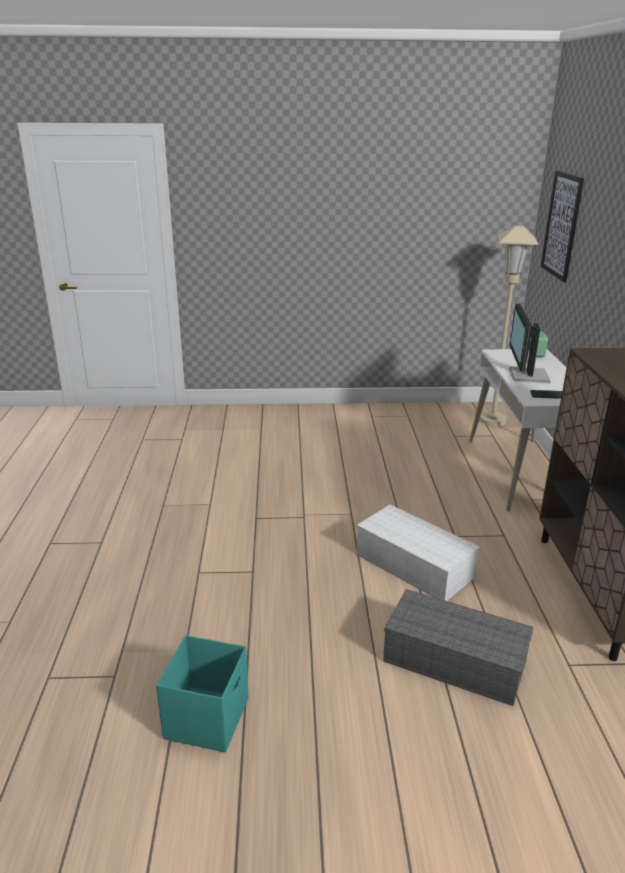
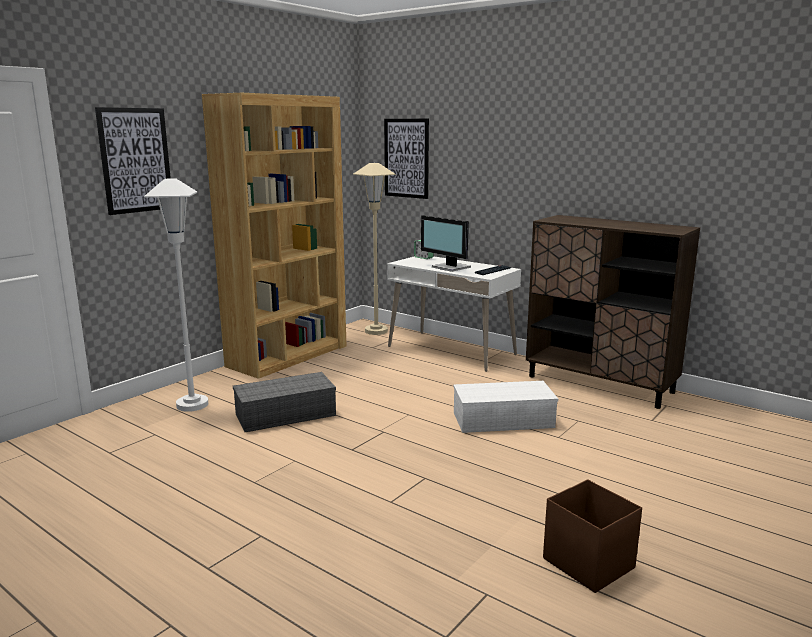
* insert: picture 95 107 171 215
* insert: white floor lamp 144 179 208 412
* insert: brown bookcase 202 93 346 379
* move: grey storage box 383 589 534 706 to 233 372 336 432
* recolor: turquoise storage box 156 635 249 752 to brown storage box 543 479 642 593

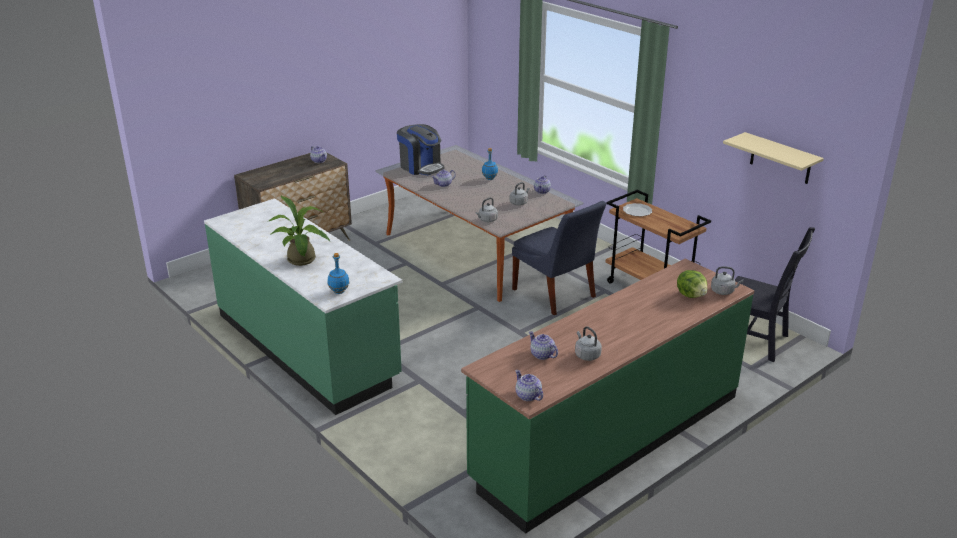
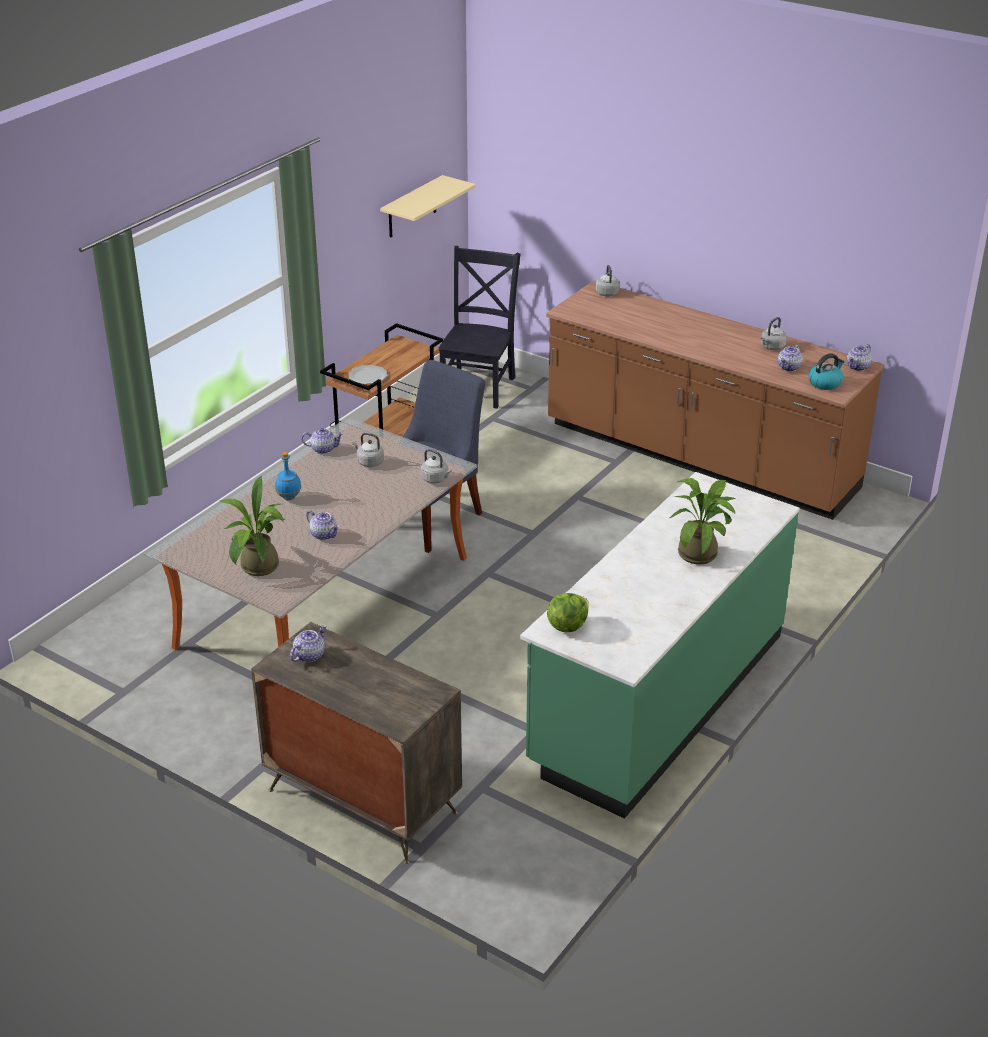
* delete: blue bottle 328 253 349 294
* insert: kettle 808 353 845 390
* move: lettuce 677 270 707 298 to 547 593 589 632
* replace: coffee machine 397 124 445 175 to potted plant 220 476 285 576
* recolor: green counter 461 259 755 534 to brown counter 546 280 884 520

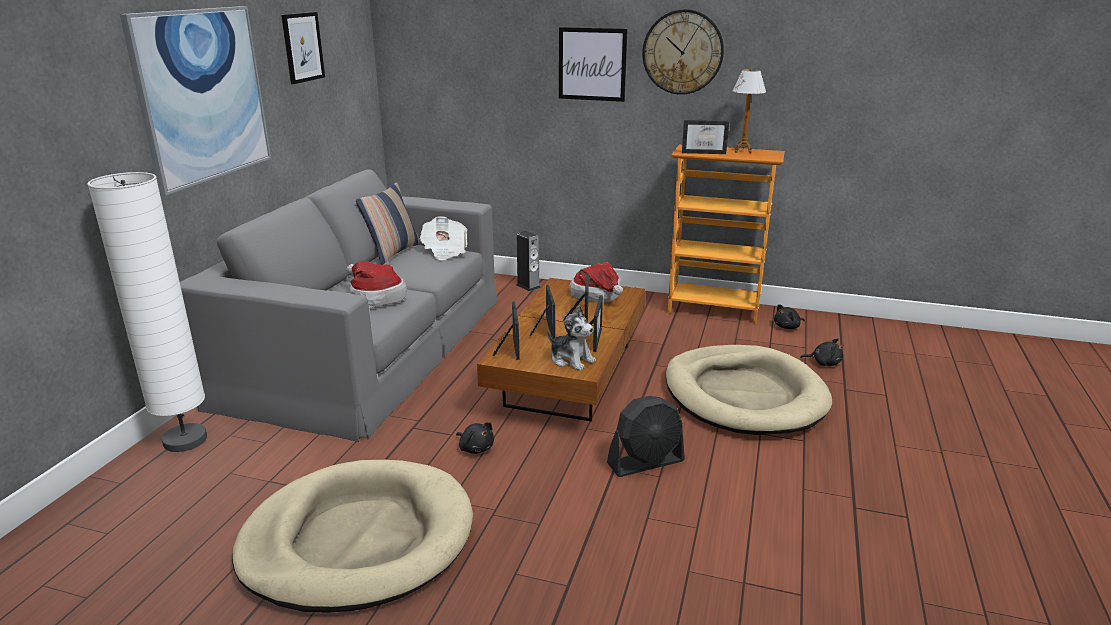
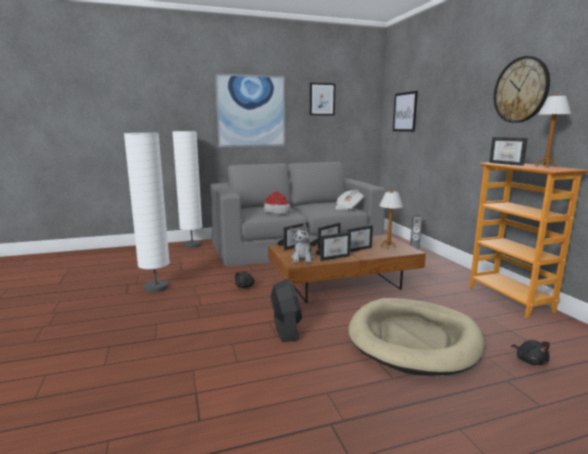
* delete: pillow 356 182 421 265
* delete: black plush toy 774 304 805 329
* move: picture 559 27 627 102 to 393 91 418 132
* replace: beige dog bed 232 460 473 613 to white floor lamp 124 133 170 293
* replace: hat 570 262 623 302 to table lamp 379 190 403 249
* rotate: black fan 607 396 685 477 = 270 279 302 342 135 degrees counterclockwise

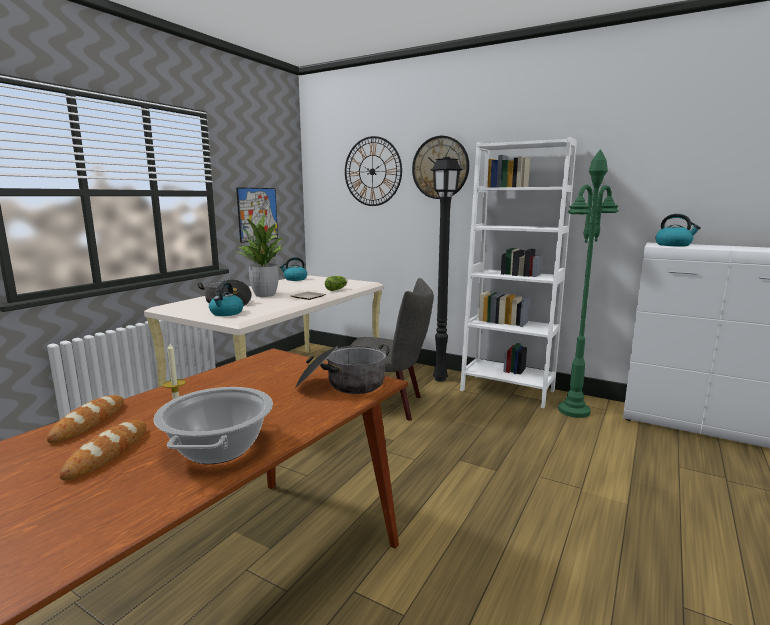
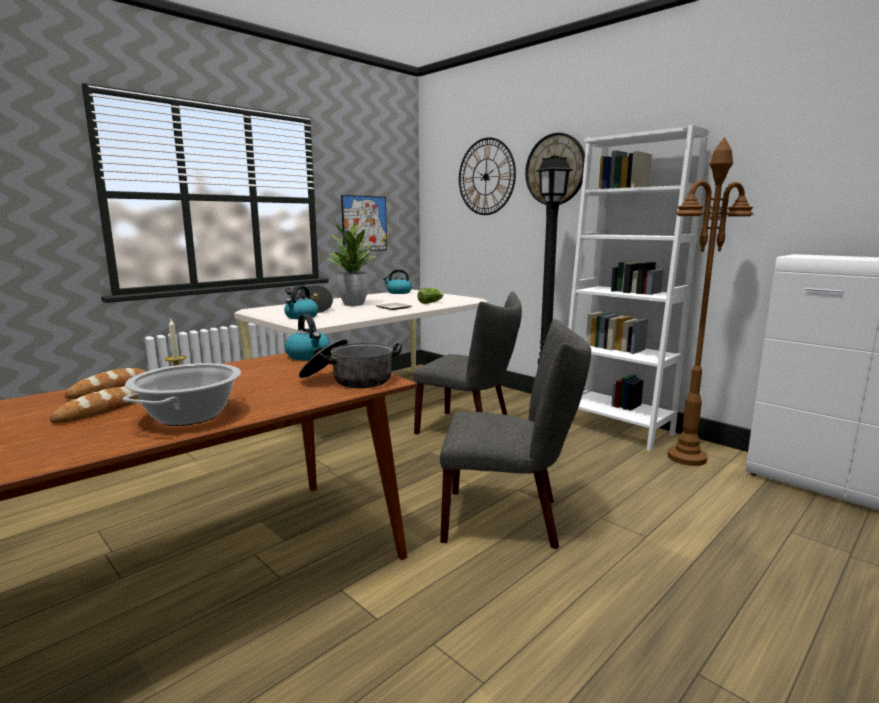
* insert: grey chair 440 319 591 549
* move: kettle 655 214 701 247 to 285 314 331 360
* recolor: green floor lamp 558 149 619 418 to brown floor lamp 667 137 754 466

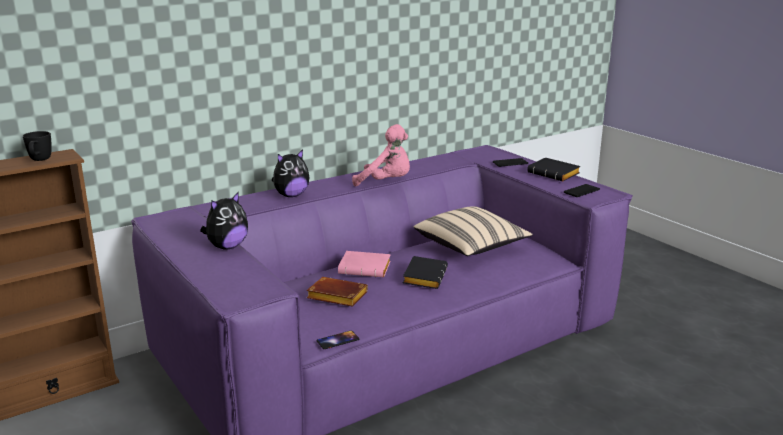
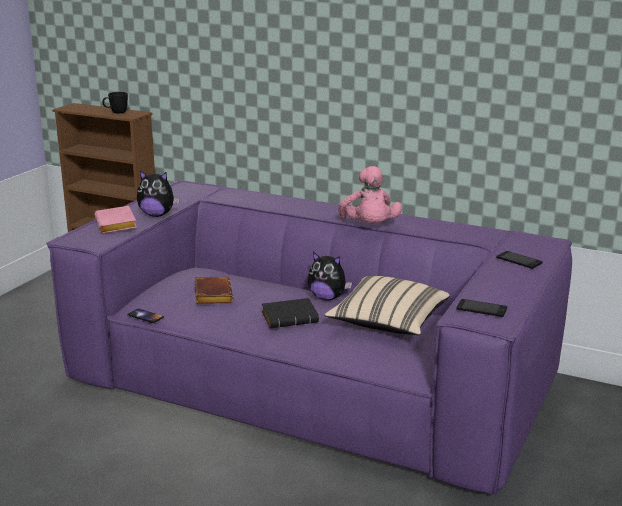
* delete: black book 527 158 580 182
* move: plush toy 272 149 310 197 to 308 252 352 300
* move: pink book 338 251 391 277 to 95 206 137 233

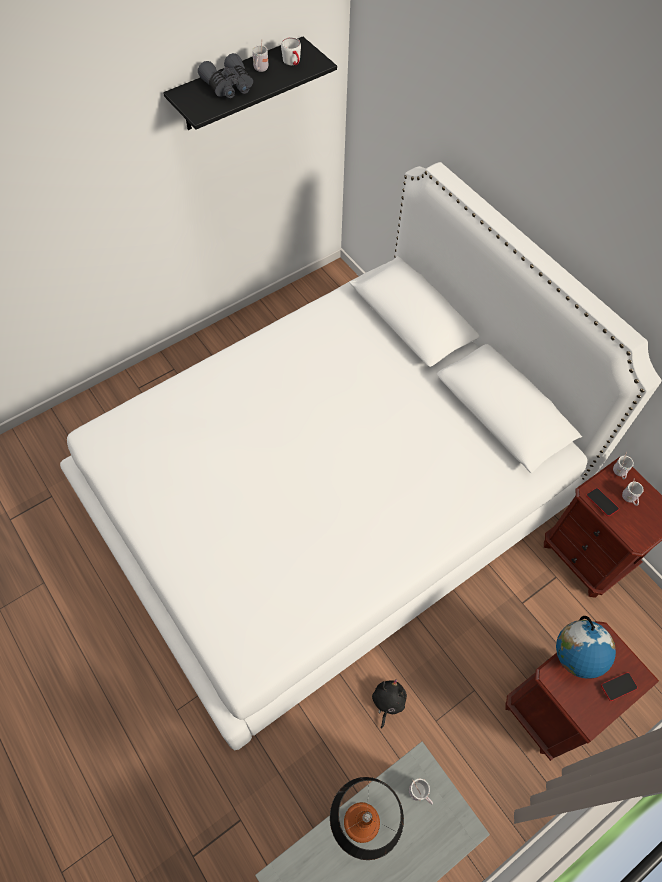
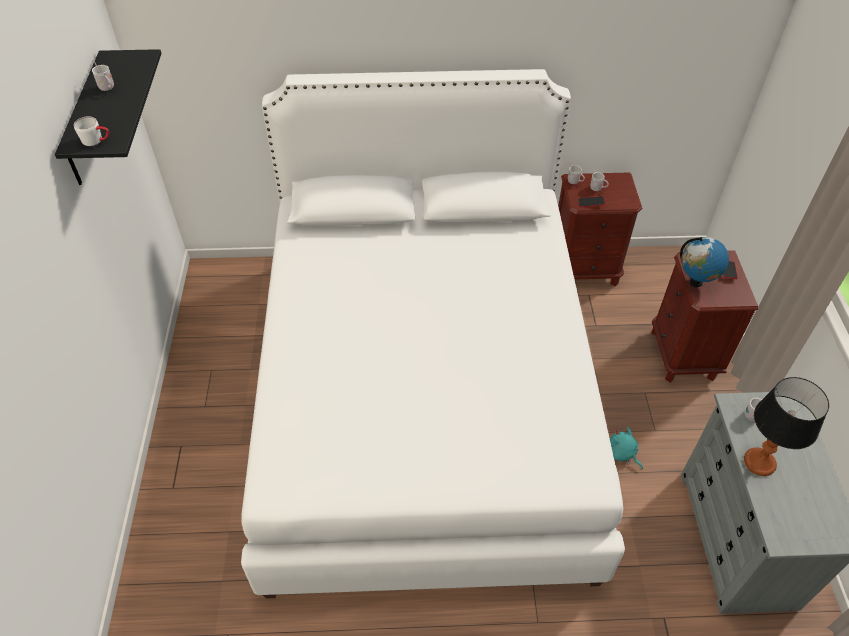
* delete: grey binoculars 198 53 253 98
* move: white mug 281 37 301 65 to 74 116 109 146
* recolor: black plush toy 372 679 407 729 to turquoise plush toy 610 427 643 469

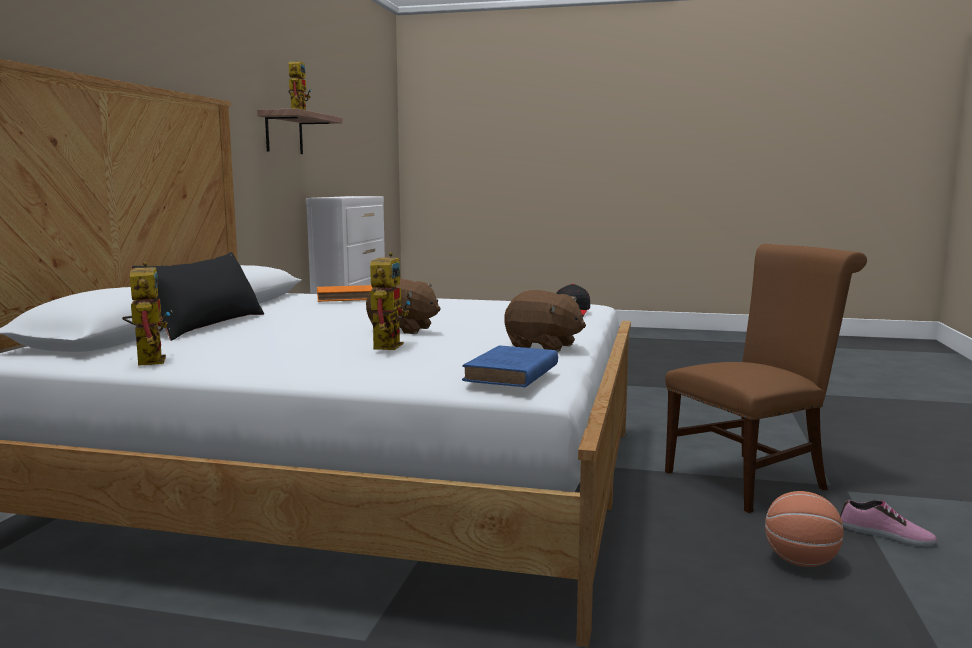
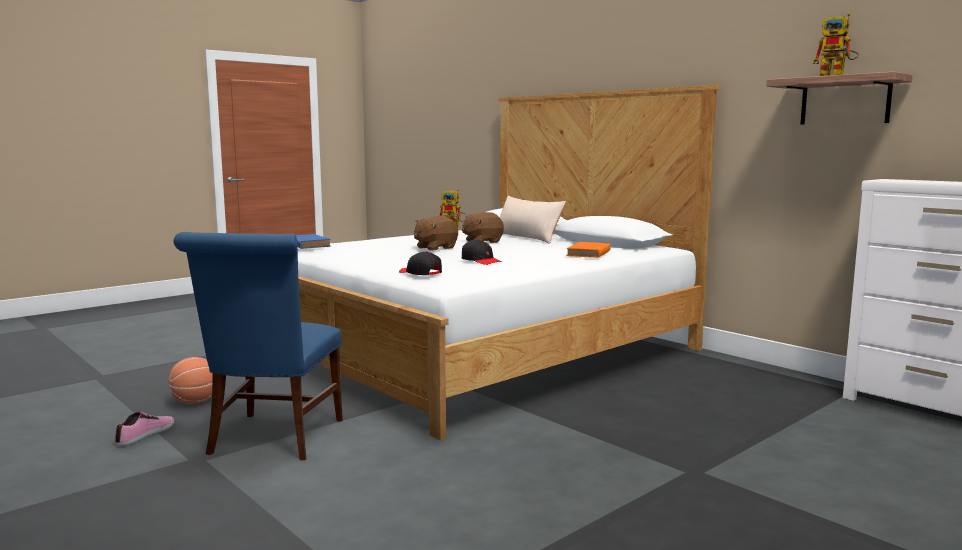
* delete: toy robot 370 252 410 350
* insert: black cap 462 239 502 265
* move: brown plush toy 504 290 586 352 to 462 212 504 243
* recolor: black pillow 132 252 264 341 to beige pillow 500 196 566 244
* recolor: brown chair 665 244 867 513 to blue chair 174 232 343 460
* rotate: shoe 840 500 937 546 = 115 411 174 446 135 degrees clockwise

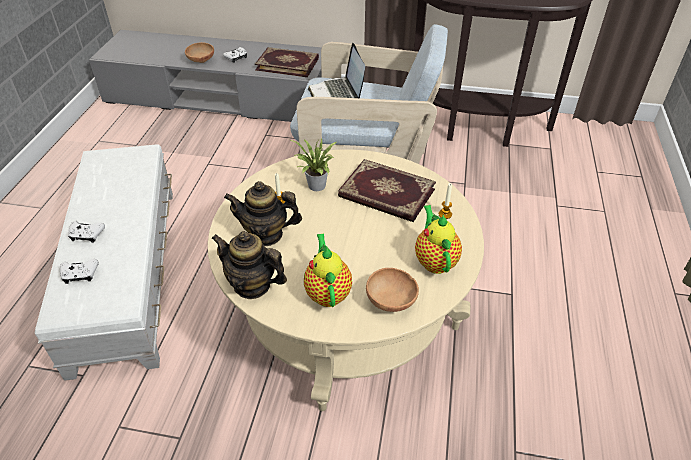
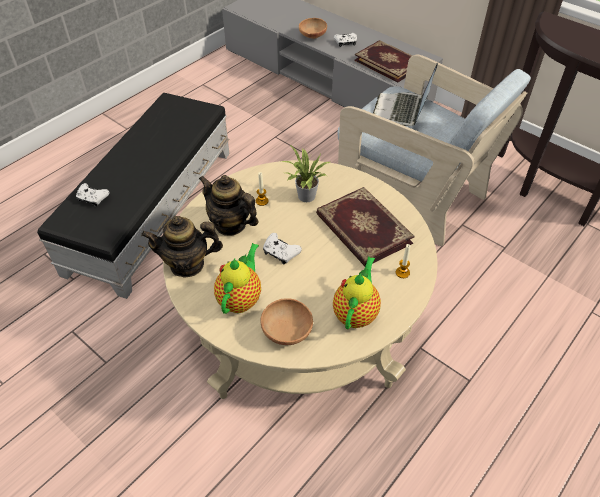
* move: white game controller 68 221 105 243 to 263 233 302 264
* recolor: white ottoman 35 144 173 381 to black ottoman 37 93 230 299
* rotate: teapot 211 231 287 299 = 141 216 223 278 60 degrees counterclockwise

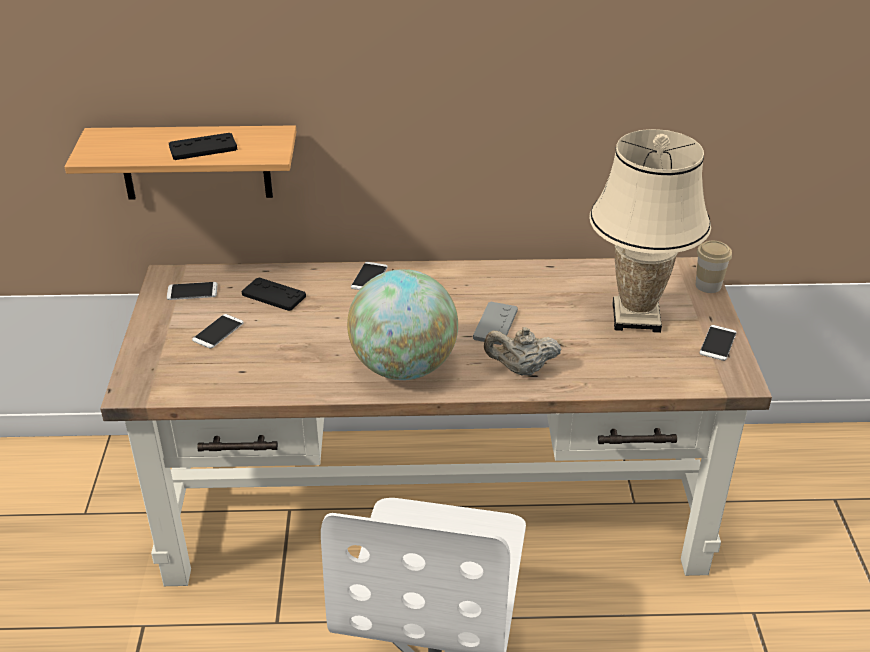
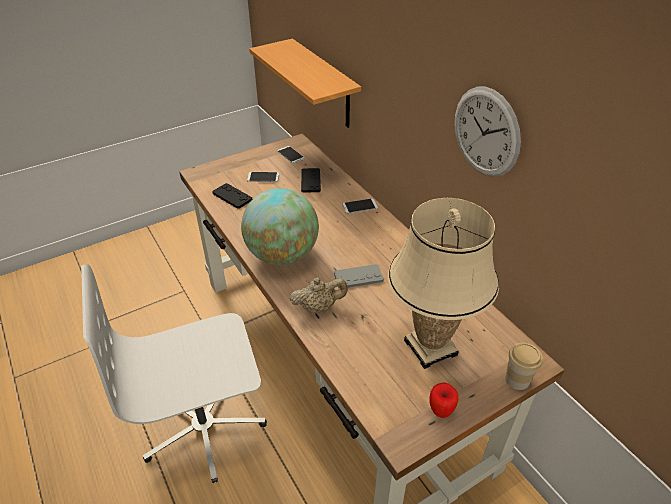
* insert: wall clock 454 87 521 177
* move: black game controller 169 133 237 160 to 212 183 252 209
* replace: phone 700 325 737 361 to apple 429 382 459 418
* rotate: beige teapot 484 327 561 376 = 290 277 348 313 105 degrees clockwise

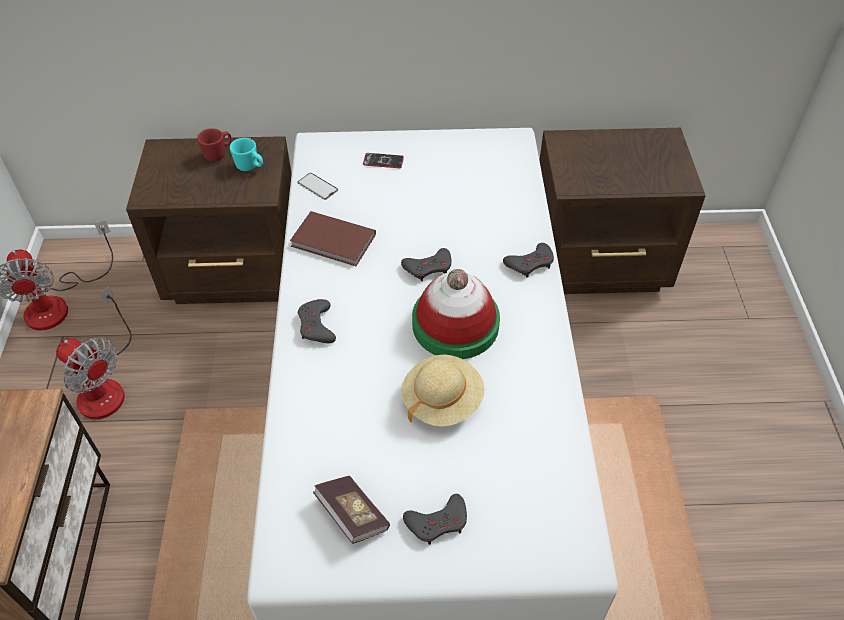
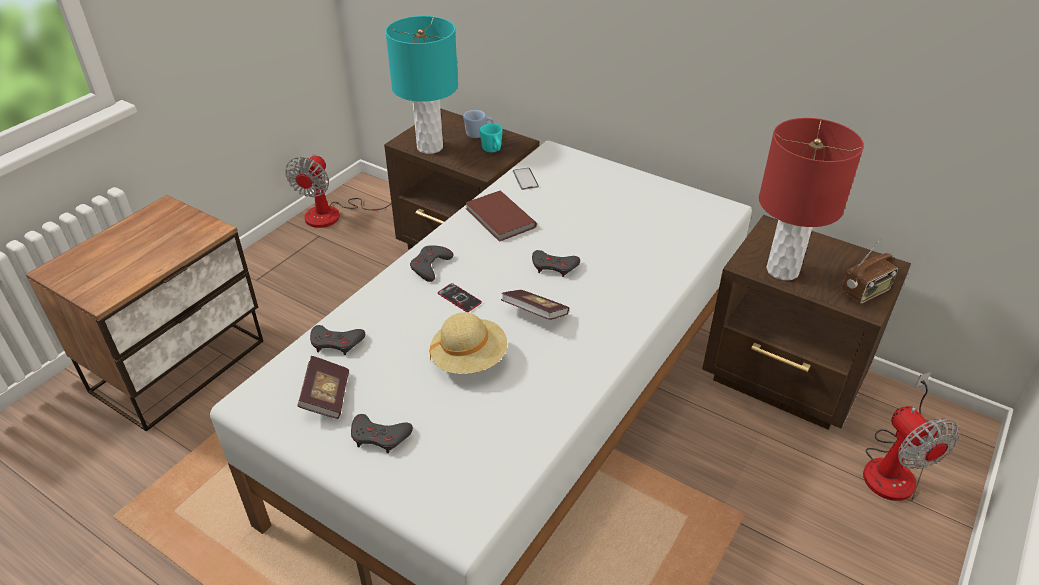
* insert: turquoise table lamp 385 16 458 154
* insert: red table lamp 759 118 864 280
* insert: radio 841 239 898 304
* move: fan 56 286 132 419 to 863 372 960 501
* move: phone 363 153 404 168 to 438 283 482 312
* move: grey game controller 503 243 554 277 to 310 325 365 355
* replace: hat 412 269 500 359 to book 501 290 569 320
* recolor: red mug 197 128 232 162 to blue mug 463 110 494 138

